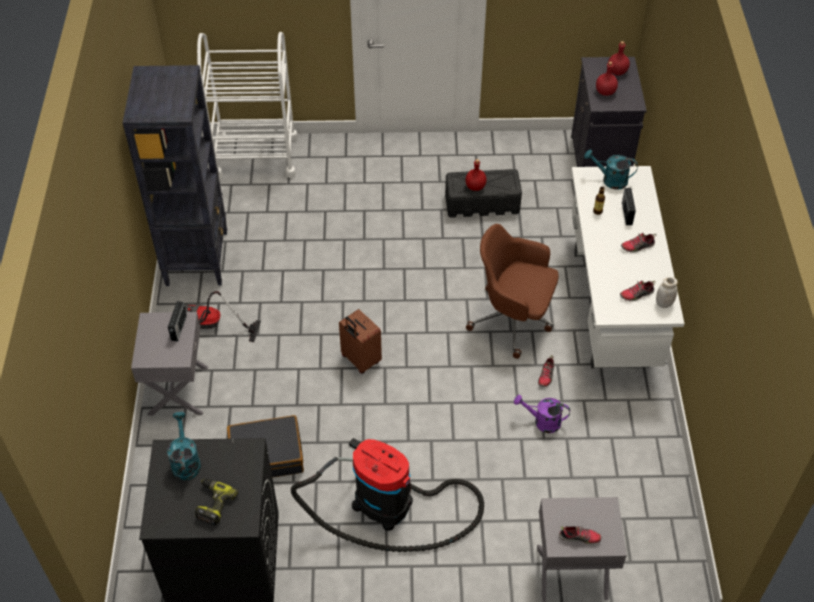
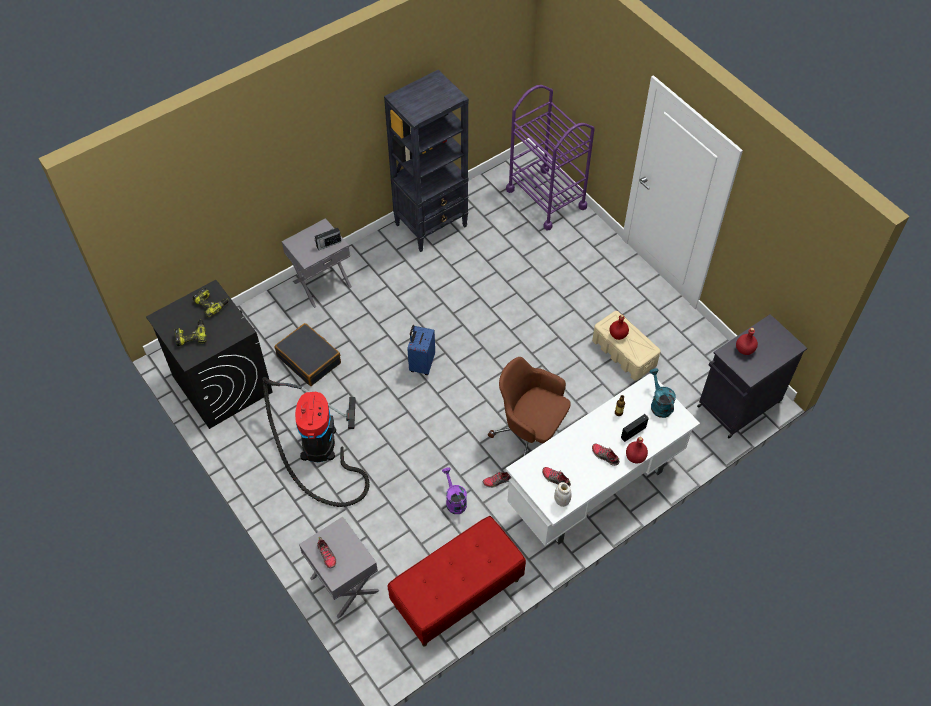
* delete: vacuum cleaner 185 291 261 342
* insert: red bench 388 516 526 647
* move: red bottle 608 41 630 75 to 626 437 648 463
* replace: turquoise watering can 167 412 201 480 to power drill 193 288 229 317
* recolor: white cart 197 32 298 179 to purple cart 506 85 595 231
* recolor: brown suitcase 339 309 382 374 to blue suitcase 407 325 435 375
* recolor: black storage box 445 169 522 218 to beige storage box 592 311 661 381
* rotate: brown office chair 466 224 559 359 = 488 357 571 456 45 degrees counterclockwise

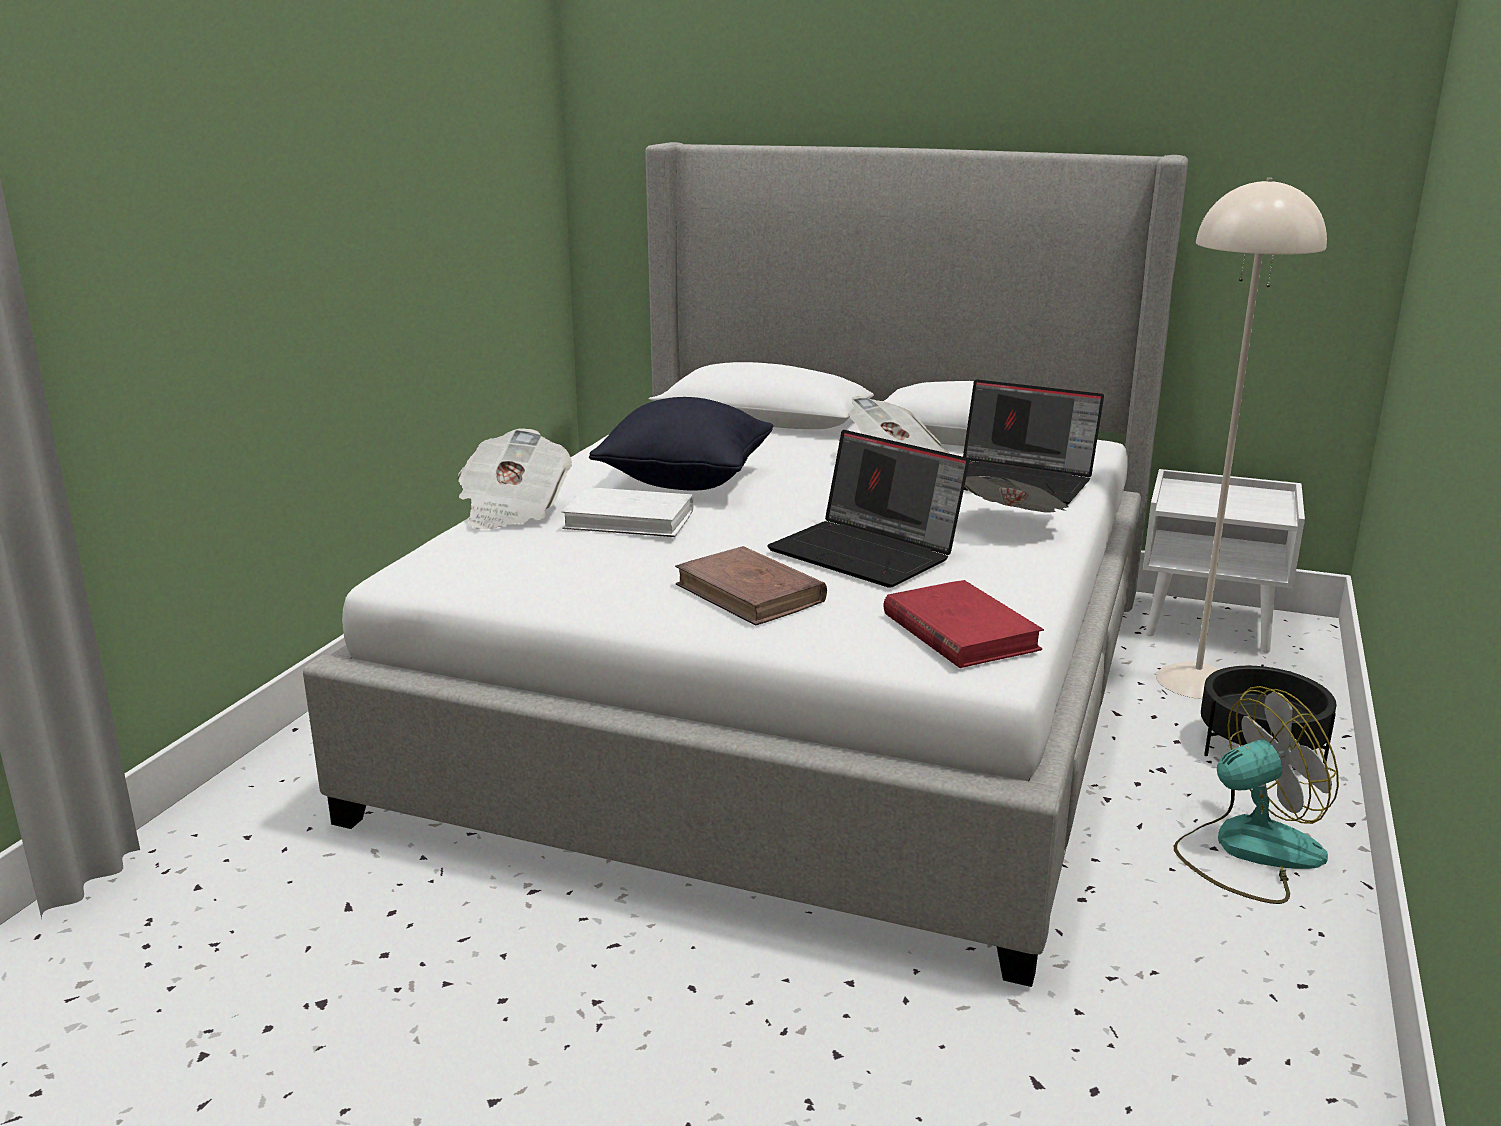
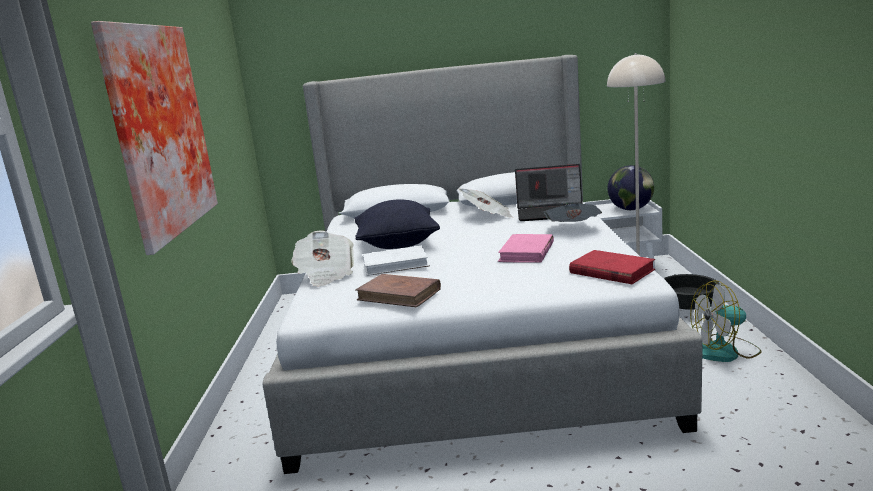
* insert: picture 91 21 218 255
* insert: globe 607 165 654 210
* move: brown book 675 546 827 626 to 356 274 441 307
* replace: laptop 767 430 969 588 to pink book 498 234 554 263
* rotate: fan 1174 686 1339 904 = 690 280 761 362 150 degrees counterclockwise

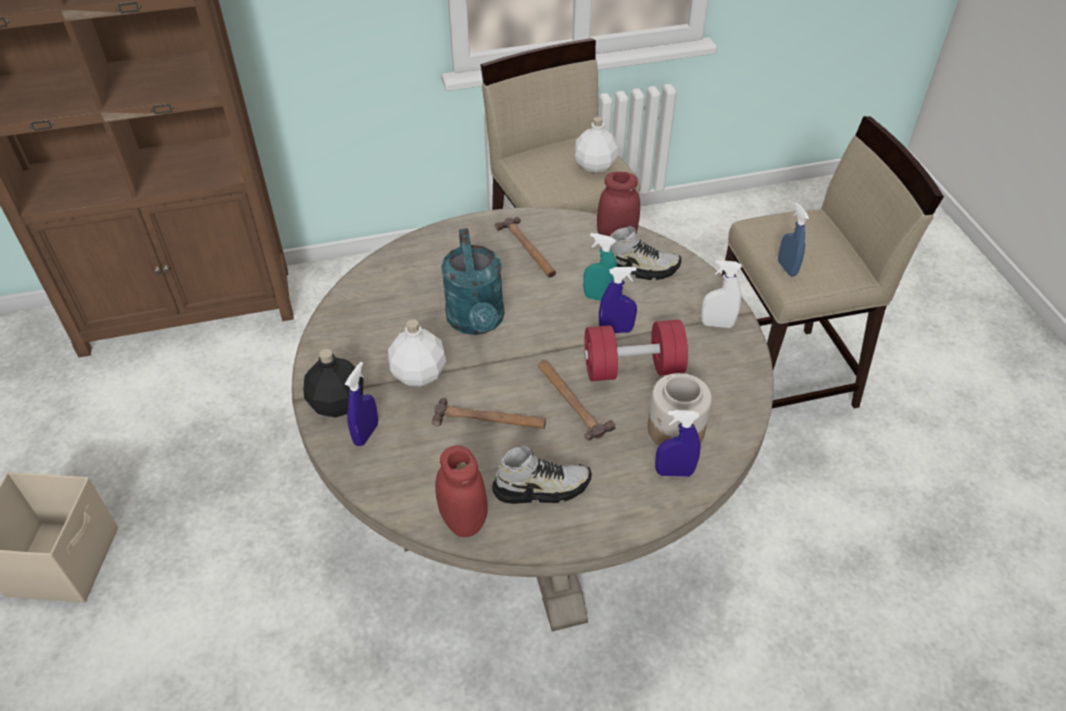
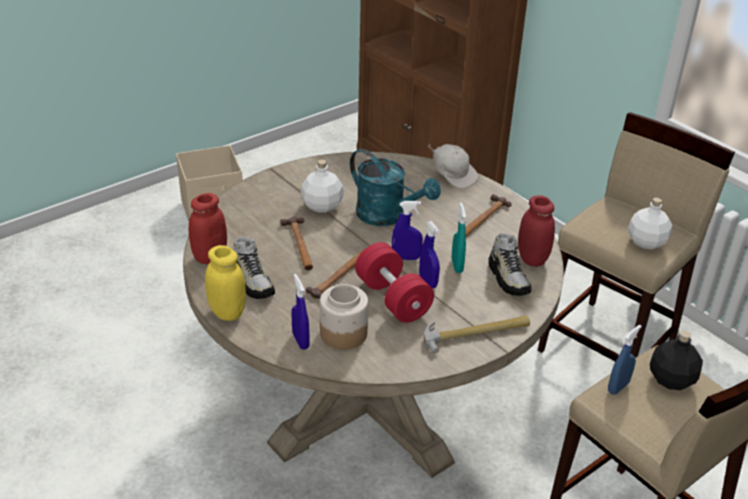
* insert: yellow jar 205 245 246 321
* insert: white cap 428 144 478 189
* move: black bottle 303 349 363 418 to 650 331 703 390
* move: blue spray bottle 345 362 378 446 to 392 201 423 260
* replace: white spray bottle 701 260 742 328 to hammer 424 315 530 354
* rotate: turquoise watering can 441 228 504 335 = 350 148 441 226 105 degrees counterclockwise

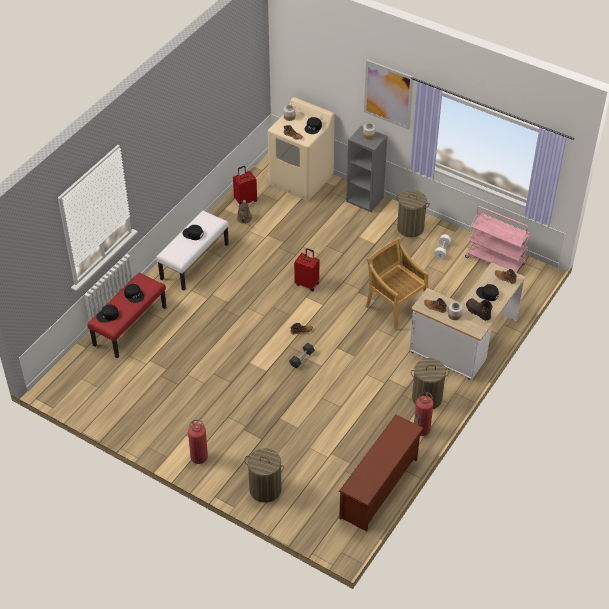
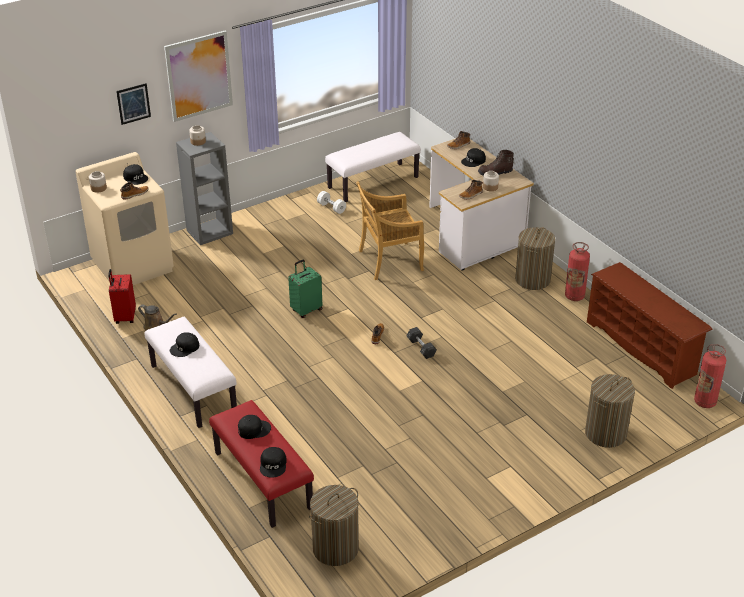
* insert: picture 116 83 151 125
* move: fire extinguisher 188 420 208 464 to 694 344 726 408
* move: laundry basket 396 190 430 237 to 309 485 359 566
* replace: pink cart 465 206 531 273 to white bench 325 132 421 202
* recolor: red suitcase 294 248 319 291 to green suitcase 288 260 322 318

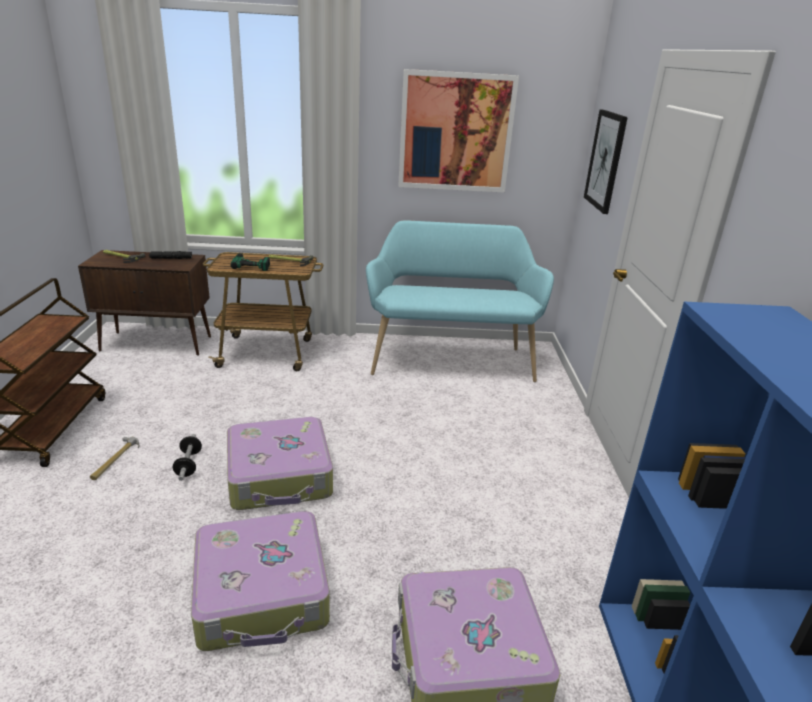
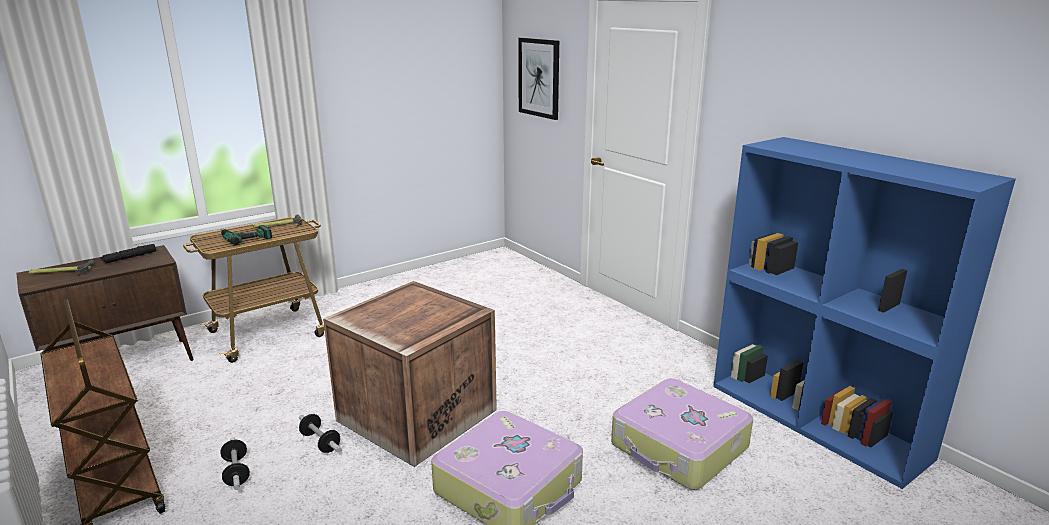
* delete: turquoise bench 366 220 554 382
* delete: picture 398 69 519 193
* replace: hammer 90 437 139 480 to dumbbell 220 437 250 490
* replace: suitcase 227 417 333 510 to crate 323 281 497 467

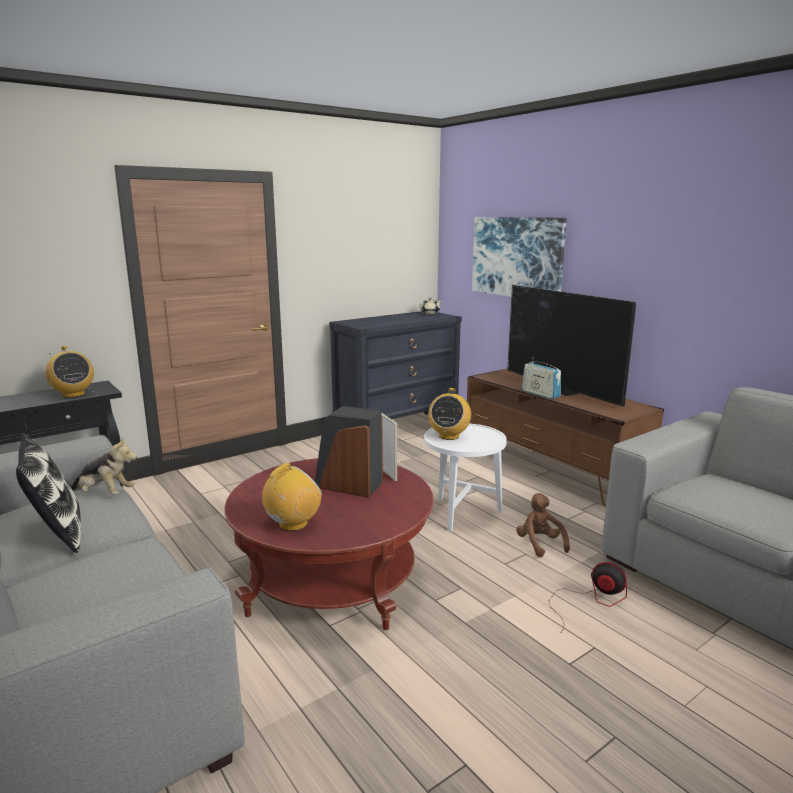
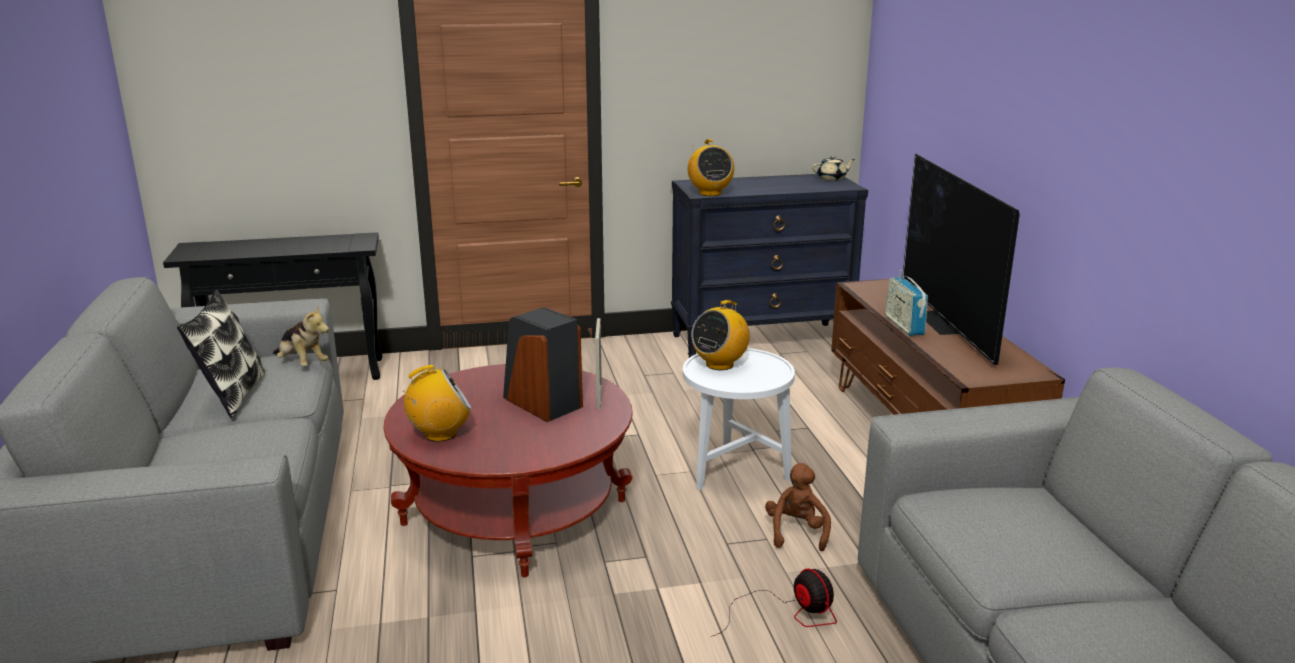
* delete: picture 472 217 567 297
* move: radio 45 346 94 398 to 688 139 734 196

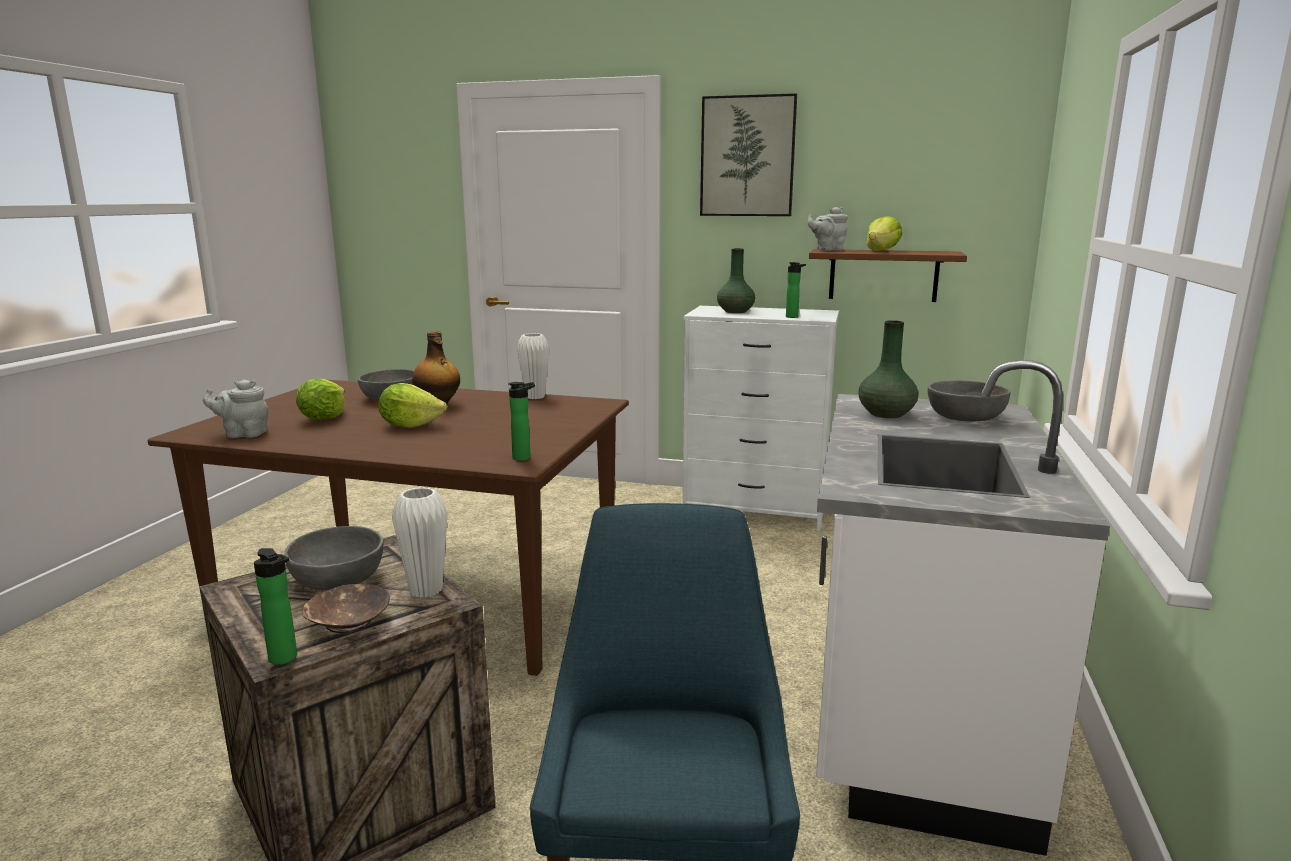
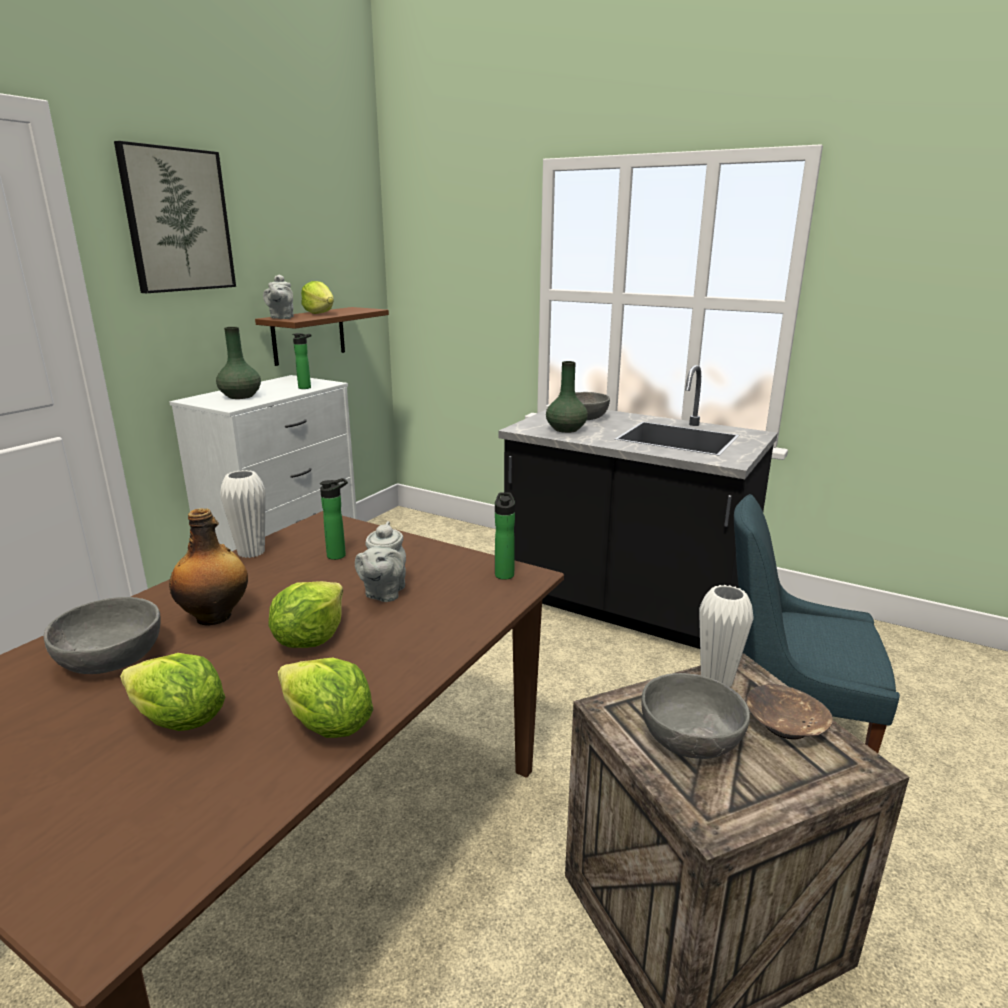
* insert: lettuce 278 658 373 738
* move: grey teapot 203 379 269 438 to 355 521 406 602
* move: bottle 254 548 297 665 to 320 478 348 560
* recolor: white counter 816 360 1110 856 to black counter 498 365 778 649

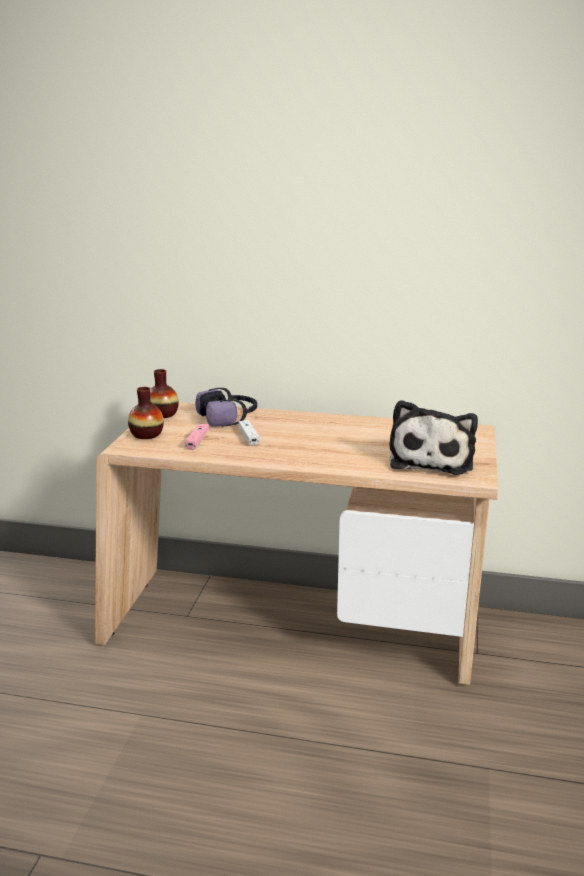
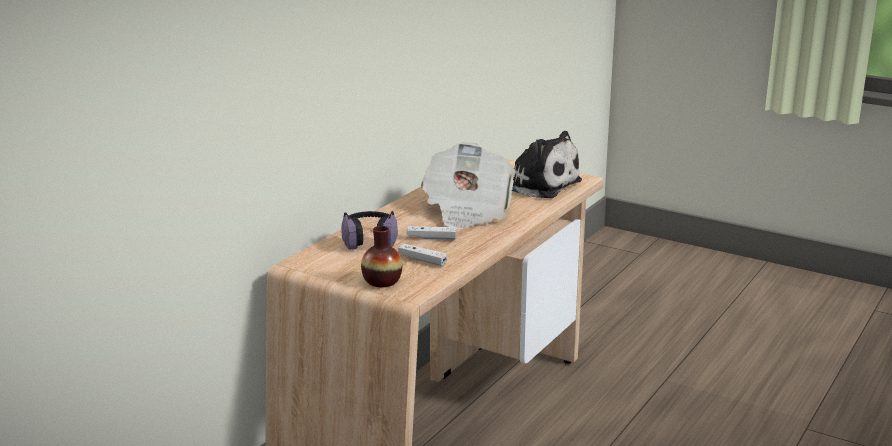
* delete: vase 150 369 179 418
* insert: newspaper 421 142 515 229
* recolor: pink game controller 185 424 209 450 to white game controller 398 243 447 266

